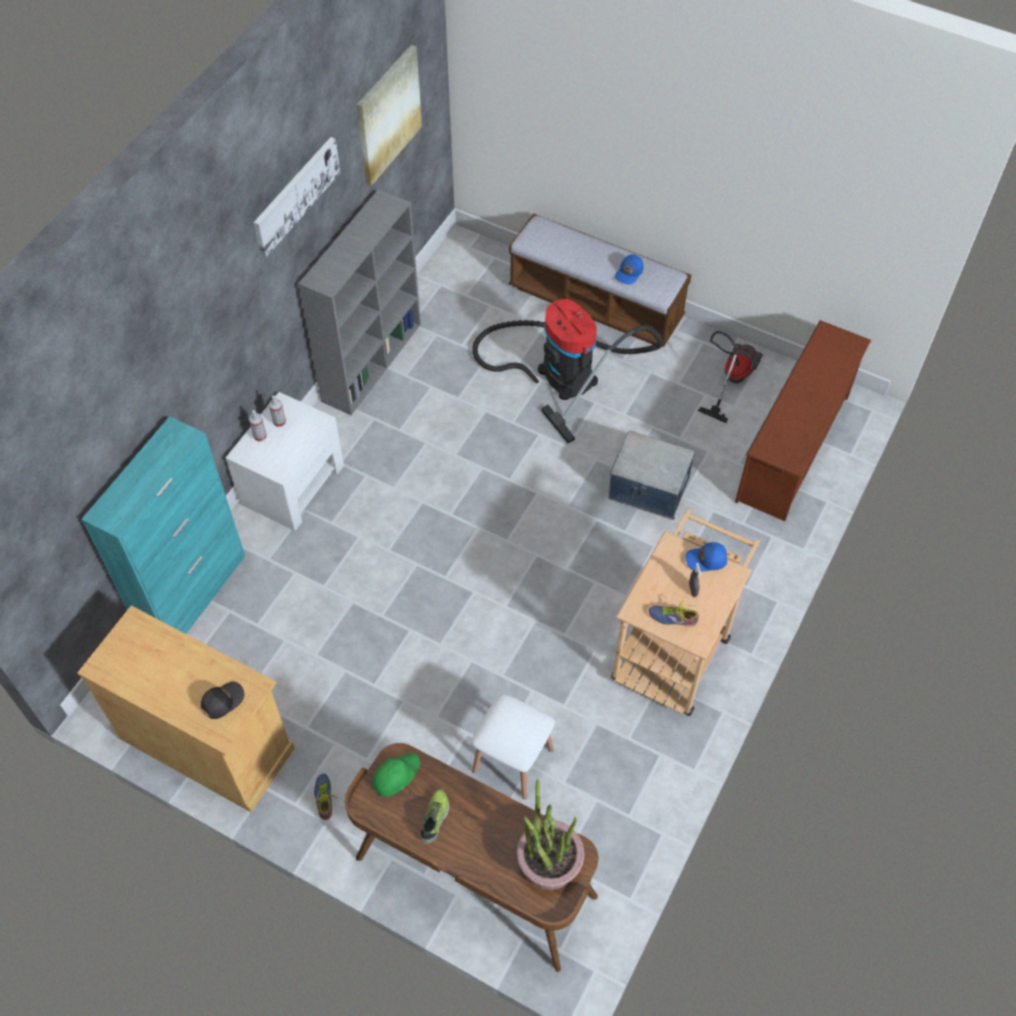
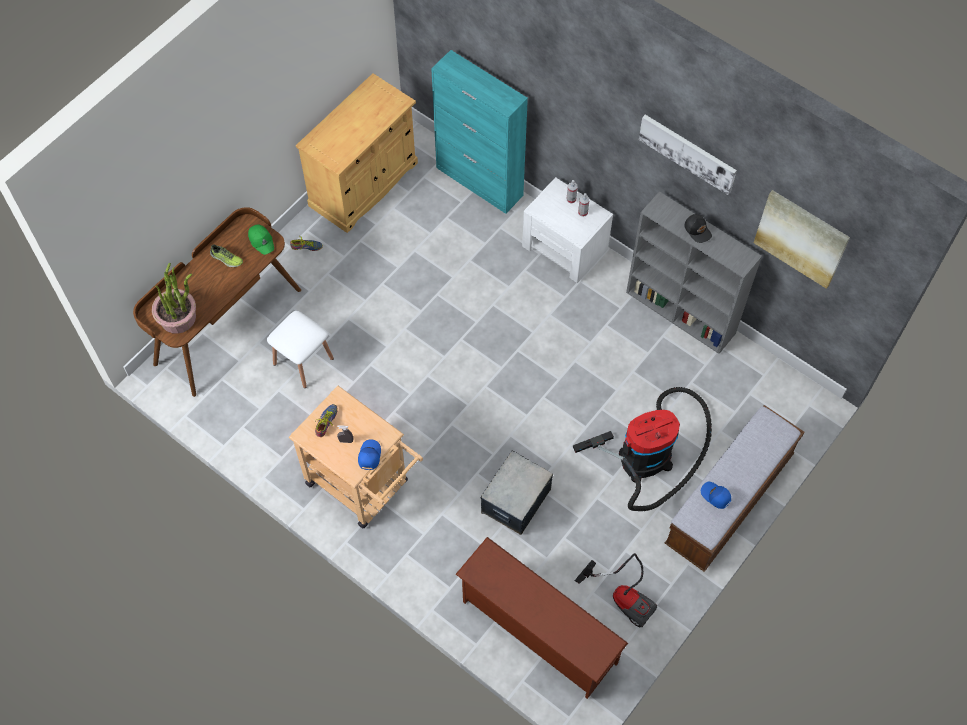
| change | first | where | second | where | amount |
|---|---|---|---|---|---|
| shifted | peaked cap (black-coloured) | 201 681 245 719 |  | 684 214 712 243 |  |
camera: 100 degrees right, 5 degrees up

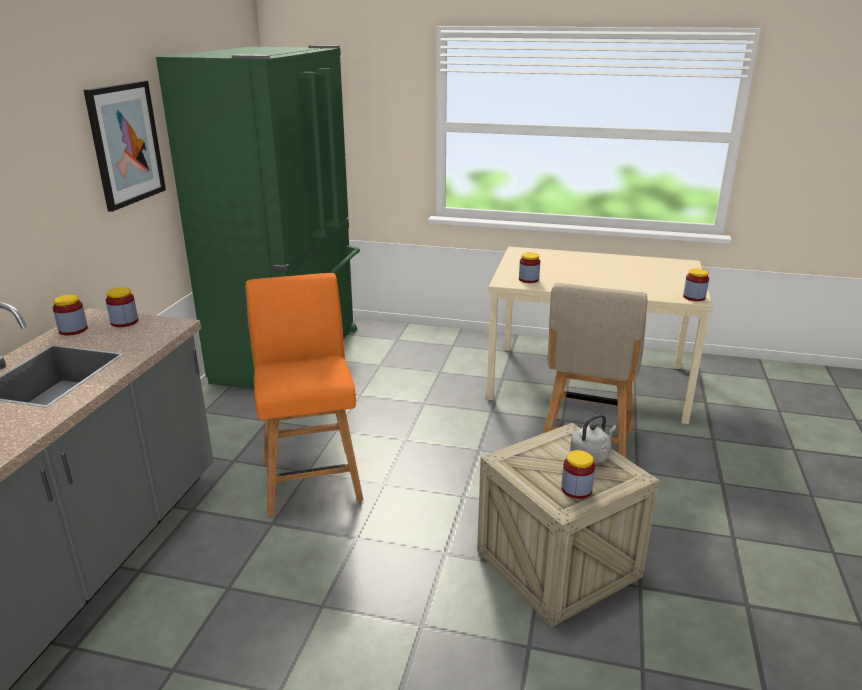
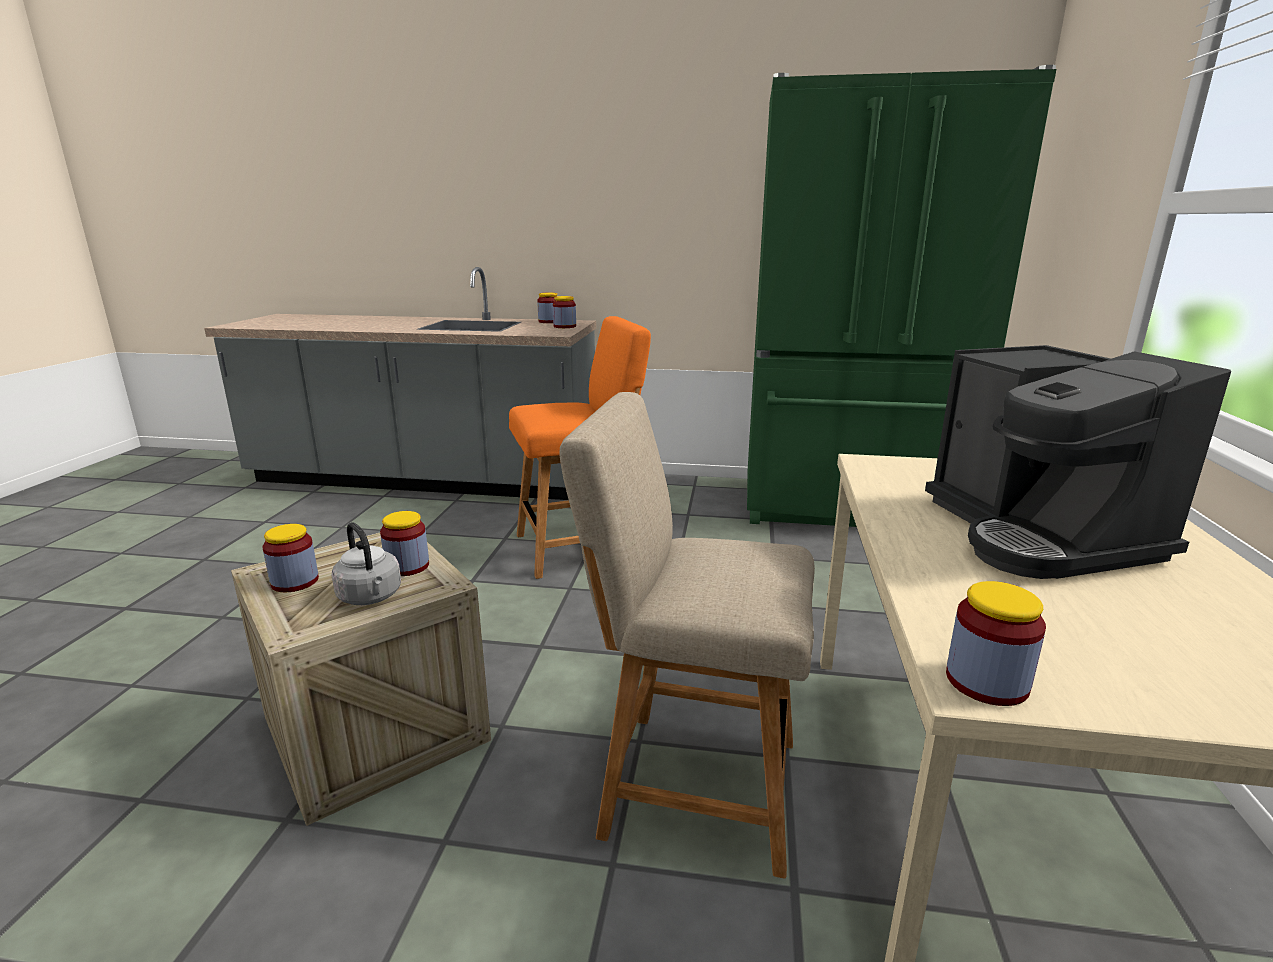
| change | first | where | second | where | amount |
|---|---|---|---|---|---|
| gone | picture | 84 80 166 212 |  |  |  |
| shifted | preserve jar | 519 253 540 283 |  | 380 511 429 576 |  |
| new |  |  | coffee machine | 925 345 1231 579 |  |
camera: 85 degrees right, 5 degrees down

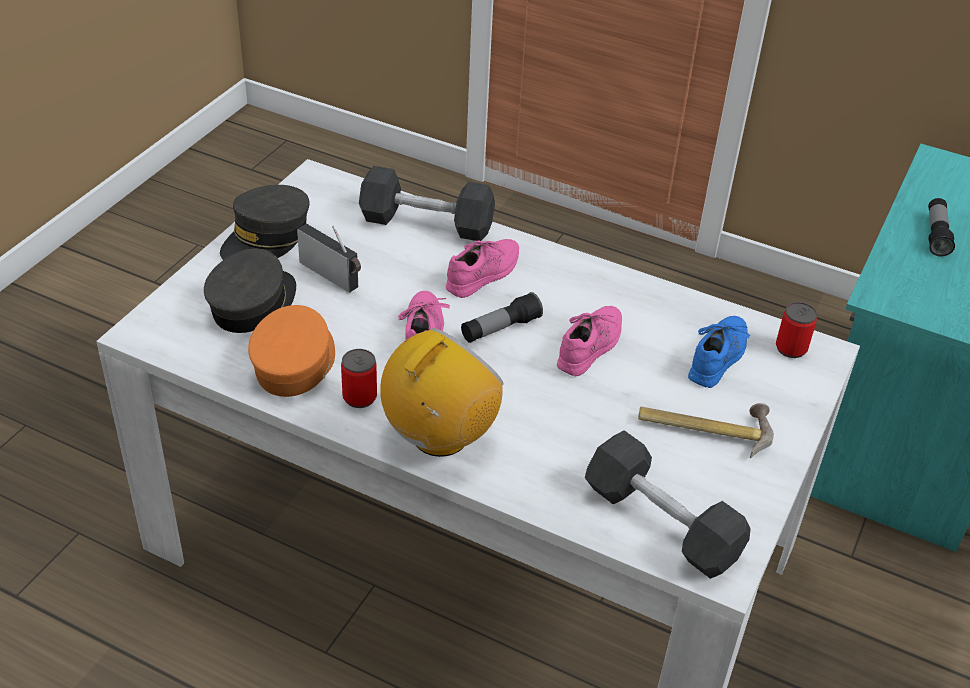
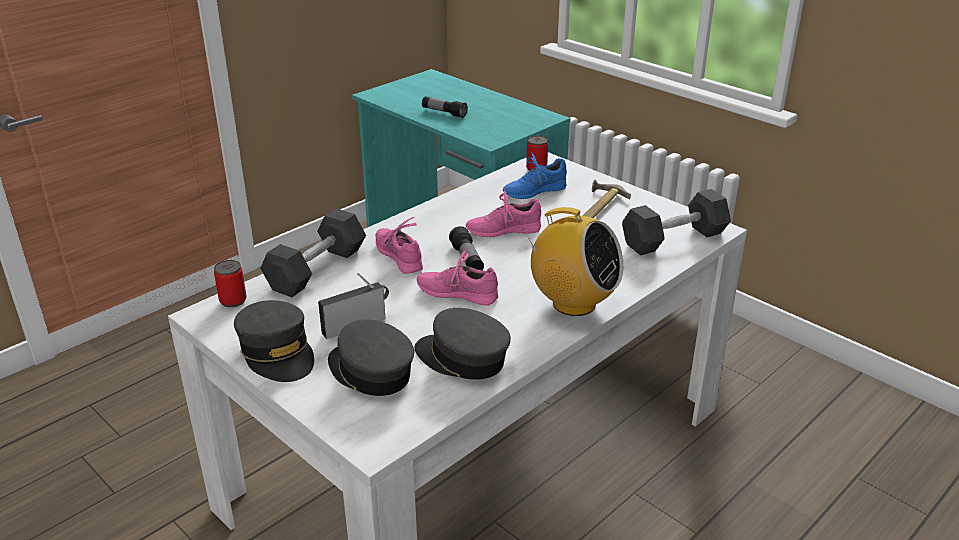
| change | first | where | second | where | amount |
|---|---|---|---|---|---|
| repainted | peaked cap (orangey) | 248 305 335 397 | peaked cap (grey) | 415 308 511 380 |  |
| rotated | shoe (pink-coloured) | 557 306 622 376 |  | 466 188 541 238 | 60 degrees counterclockwise |
| rotated | shoe (blue) | 688 316 750 388 |  | 503 151 567 199 | 75 degrees counterclockwise |
| rotated | radio set | 380 328 504 457 |  | 522 207 623 316 | 150 degrees clockwise |
| shifted | can | 341 349 377 408 |  | 214 260 246 307 |  |
camera: 70 degrees left, 10 degrees down

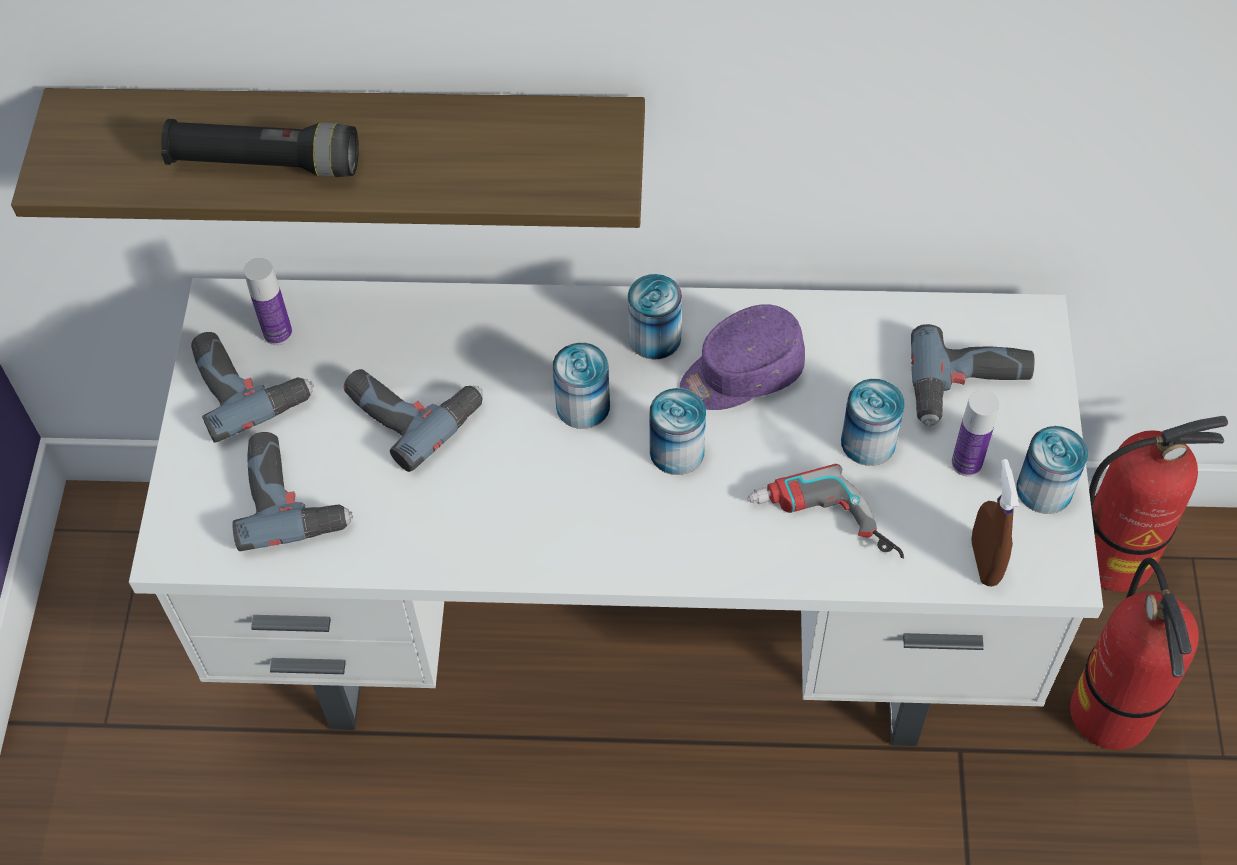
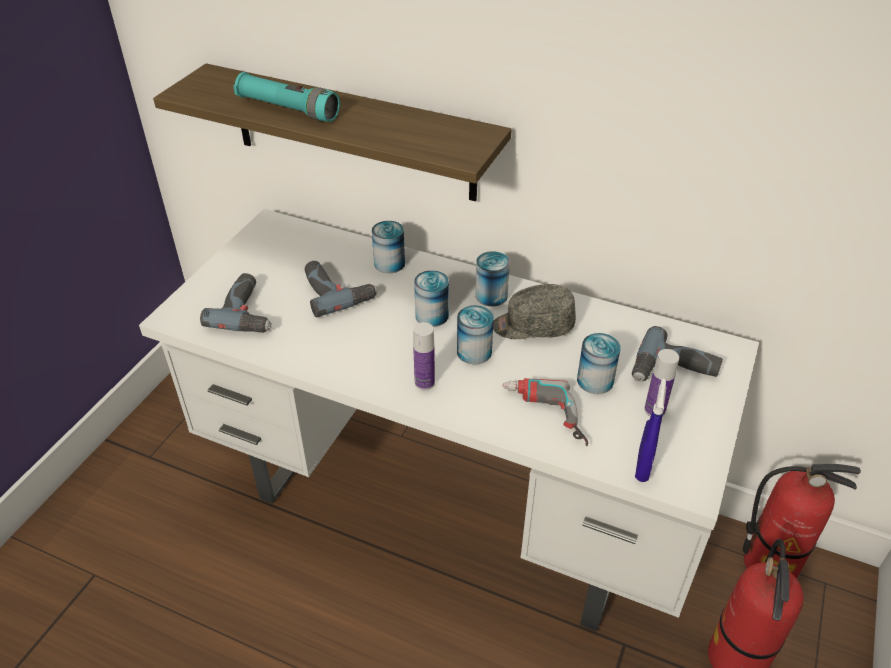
| change | first | where | second | where | amount |
|---|---|---|---|---|---|
| repainted | hand torch (black-coloured) | 161 119 359 177 | hand torch (turquoise) | 233 72 340 122 |  |
| shifted | bottle | 244 258 292 345 |  | 413 322 435 390 |  |
| repainted | peaked cap (purplish) | 680 304 805 410 | peaked cap (grey) | 493 284 576 339 |  |
| gone | power drill | 191 332 314 443 |  |  |  |
| shifted | can | 1016 426 1088 514 |  | 372 221 405 273 |  |
| repainted | spray bottle (brown-coloured) | 971 459 1019 586 | spray bottle (blue) | 635 379 666 482 |  |
camera: 20 degrees right, 15 degrees down

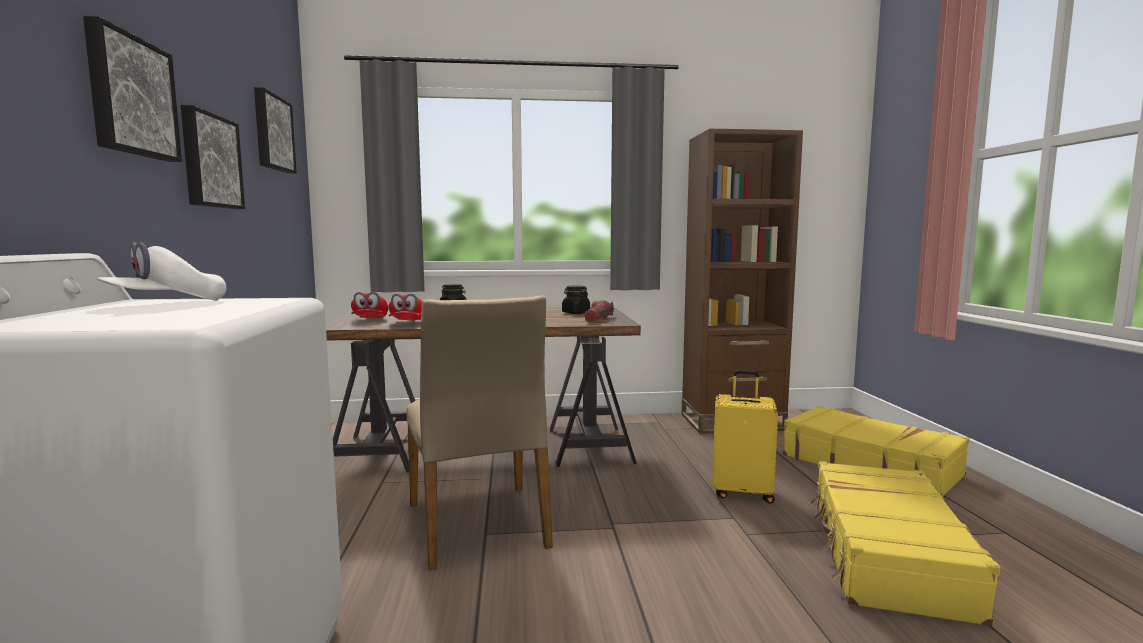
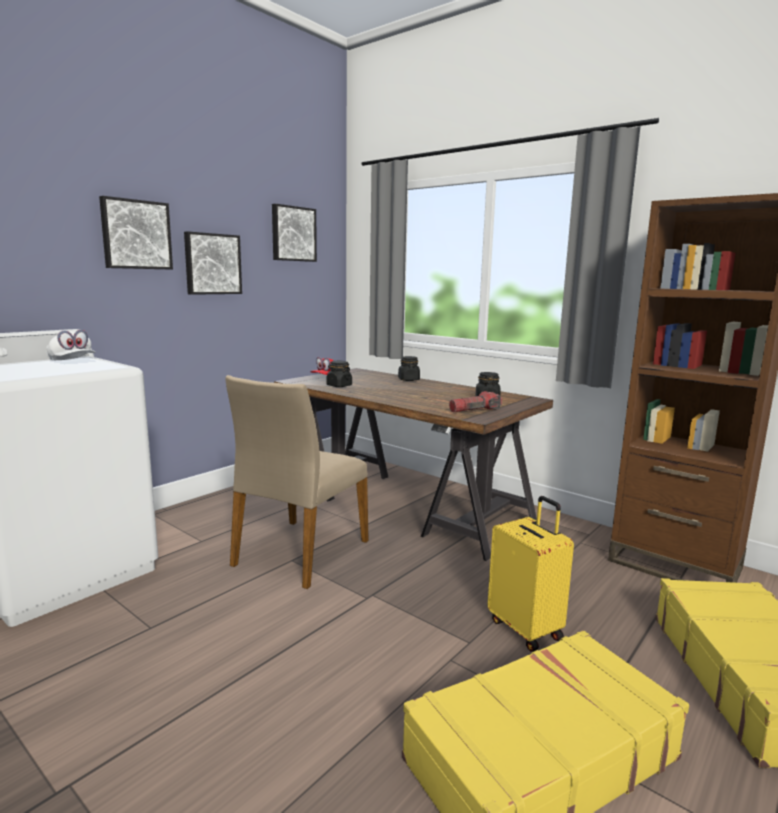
| change | first | where | second | where | amount |
|---|---|---|---|---|---|
| rotated | peaked cap (white-coloured) | 97 242 226 301 |  | 47 330 95 360 | 135 degrees counterclockwise |
| swapped | peaked cap (red) | 388 294 422 320 | preserve jar (black-coloured) | 326 361 352 387 |  |
camera: 45 degrees right, 5 degrees up

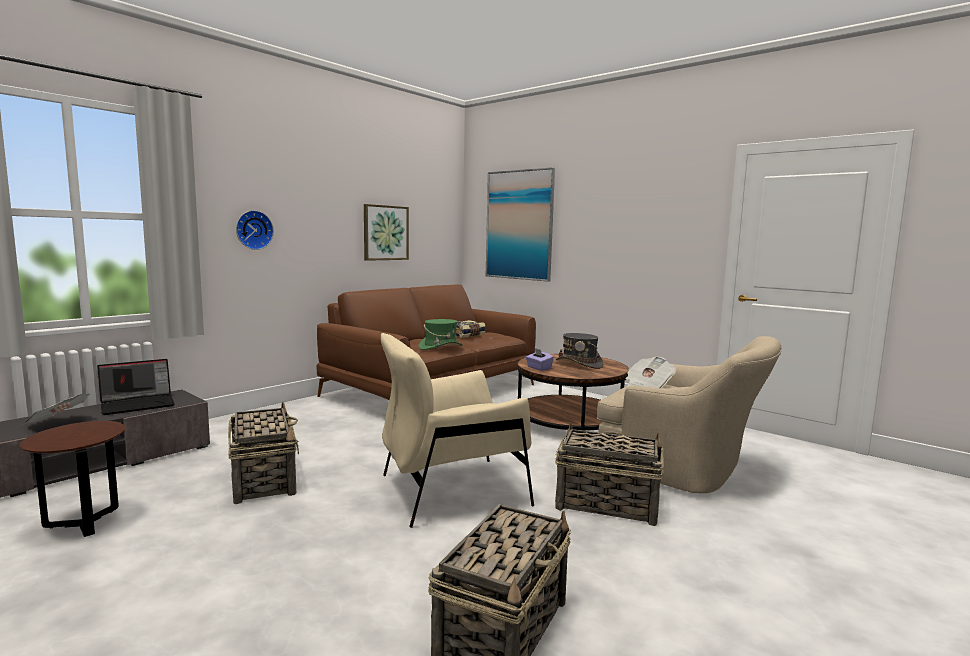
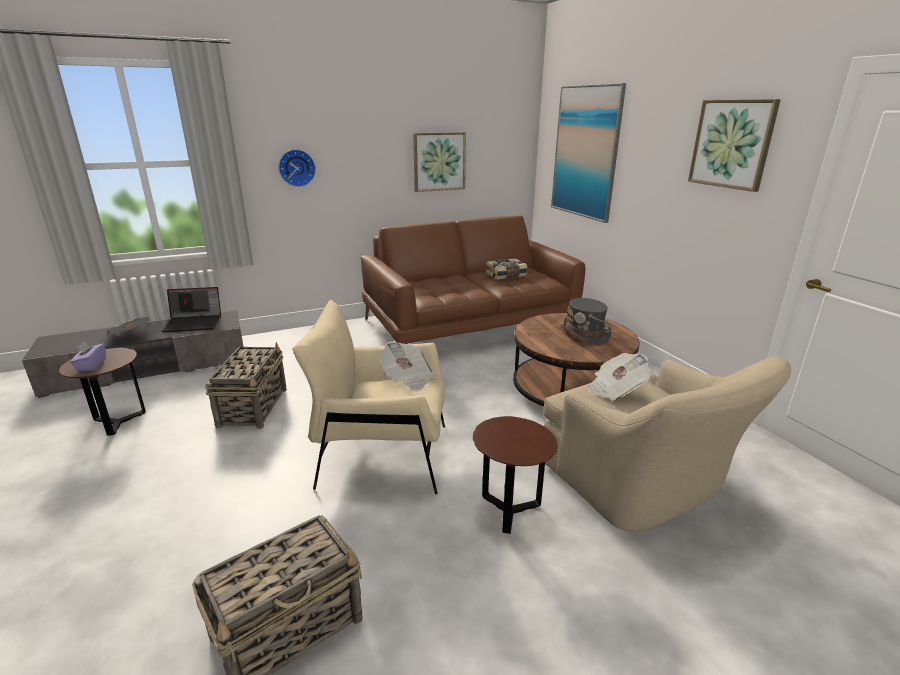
| change | first | where | second | where | amount |
|---|---|---|---|---|---|
| gone | wearable hat (green) | 419 319 463 350 |  |  |  |
| shifted | box of tissues (purplish) | 526 348 554 371 |  | 70 341 106 371 |  |
| swapped | storage basket | 555 422 664 526 | accent table (brown-coloured) | 472 416 558 534 |  |
| new |  |  | picture | 688 99 781 192 |  |
| new |  |  | daily paper | 379 341 435 392 |  |
camera: 25 degrees right, 15 degrees up

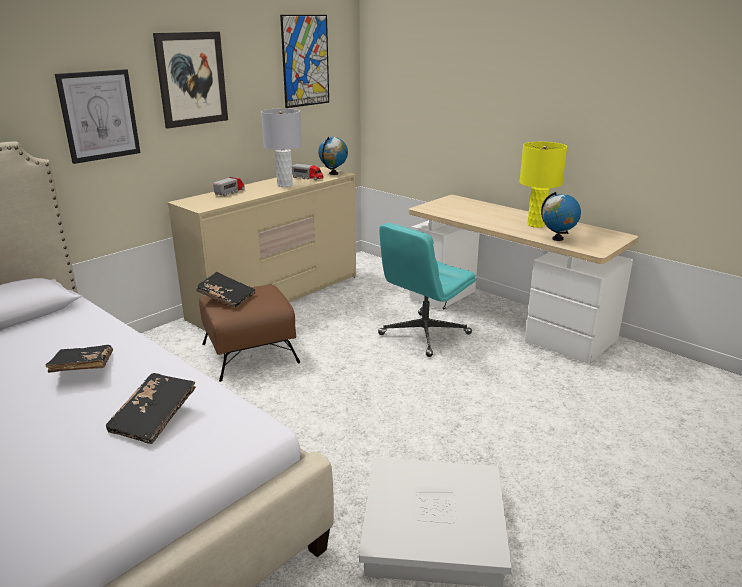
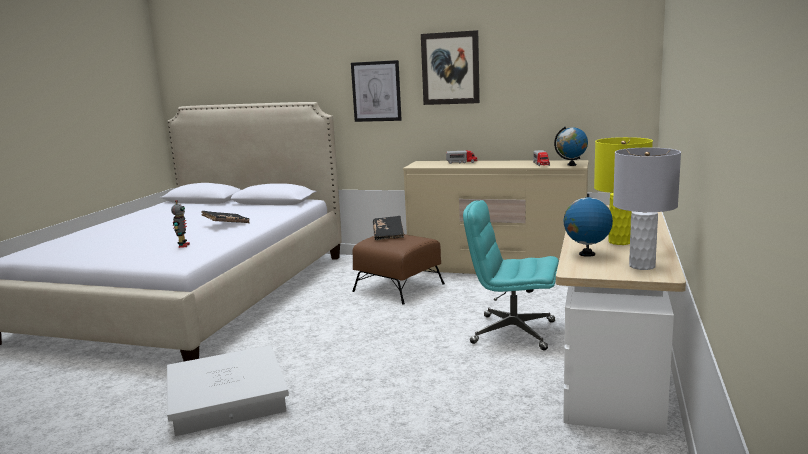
| change | first | where | second | where | amount |
|---|---|---|---|---|---|
| gone | picture | 280 15 329 108 |  |  |  |
| shifted | tabletop lamp (grey) | 261 108 302 187 |  | 613 148 681 270 |  |
| swapped | bound book (black-coloured) | 106 373 196 444 | toy robot | 171 200 190 248 |  |
camera: 65 degrees right, 10 degrees down

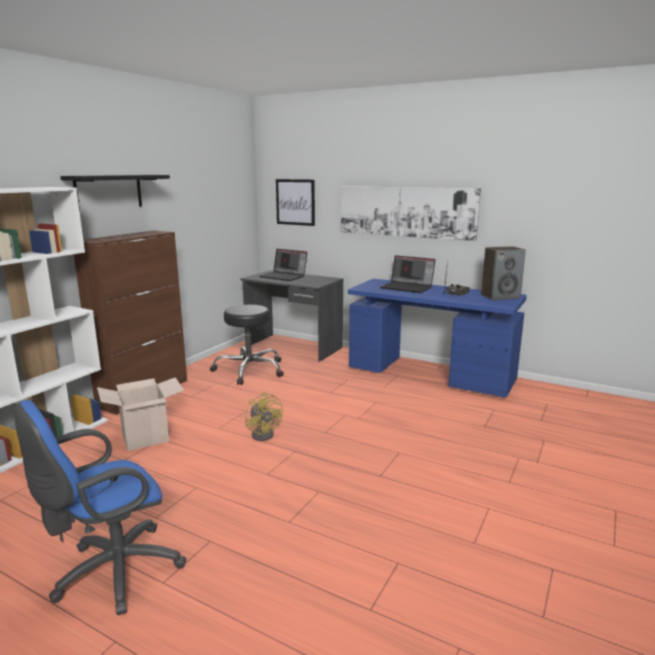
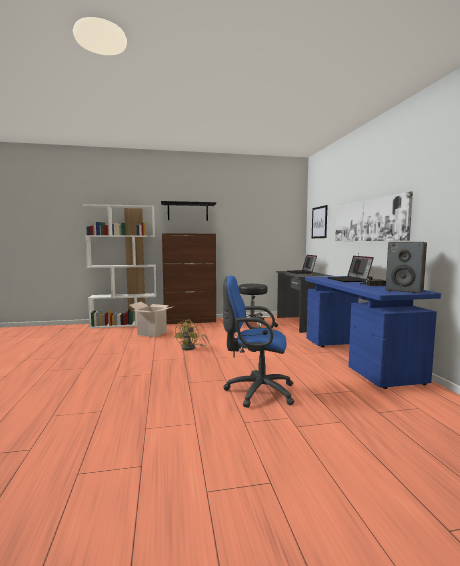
| change | first | where | second | where | amount |
|---|---|---|---|---|---|
| shifted | desk chair (blue) | 14 400 186 615 |  | 223 275 295 408 |  |
camera: 50 degrees right, 10 degrees down

